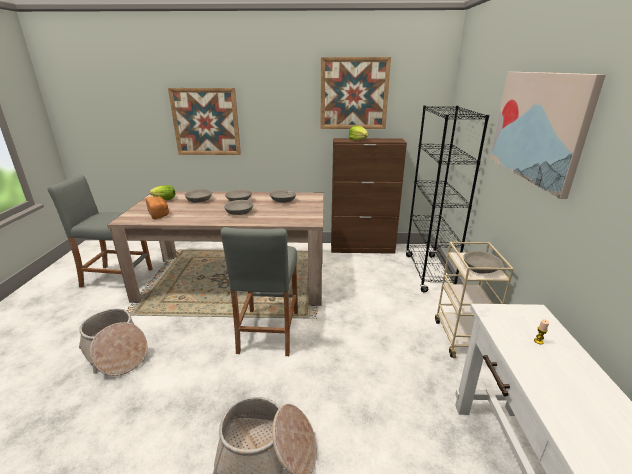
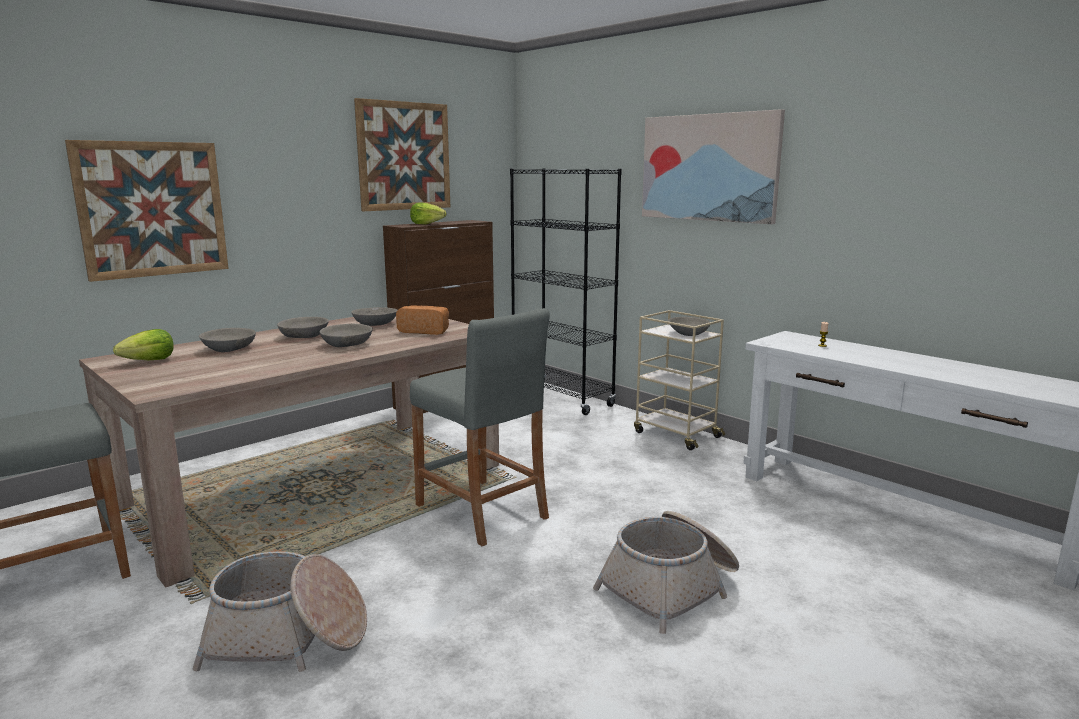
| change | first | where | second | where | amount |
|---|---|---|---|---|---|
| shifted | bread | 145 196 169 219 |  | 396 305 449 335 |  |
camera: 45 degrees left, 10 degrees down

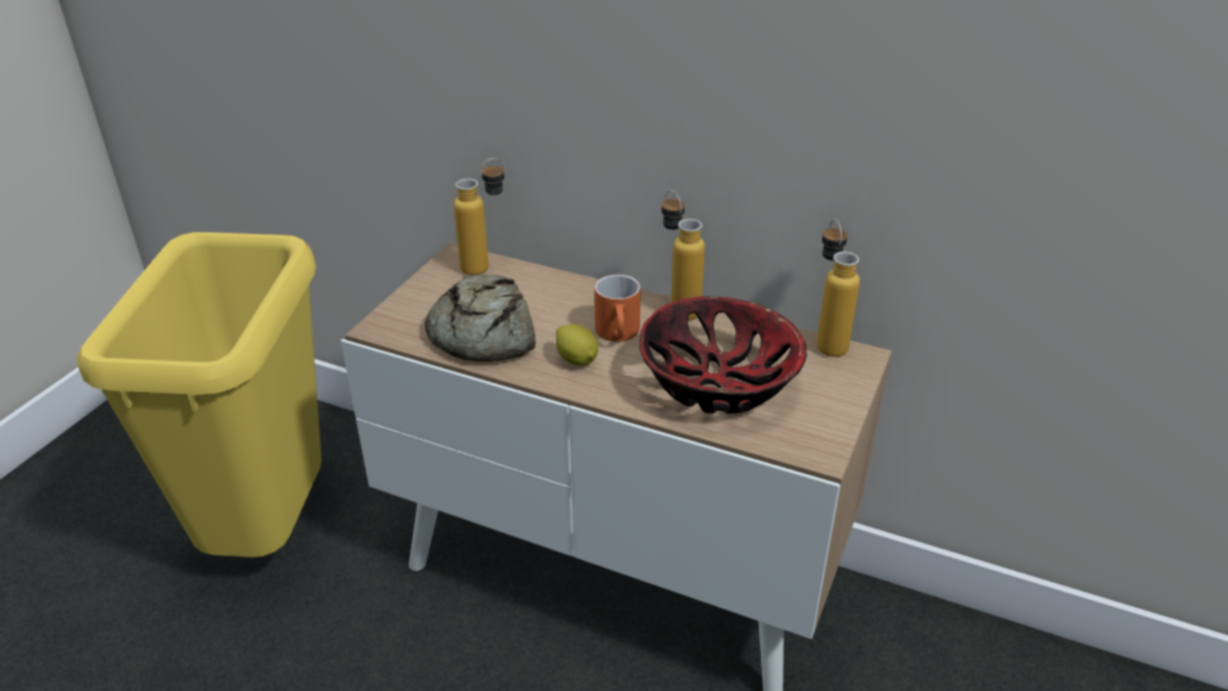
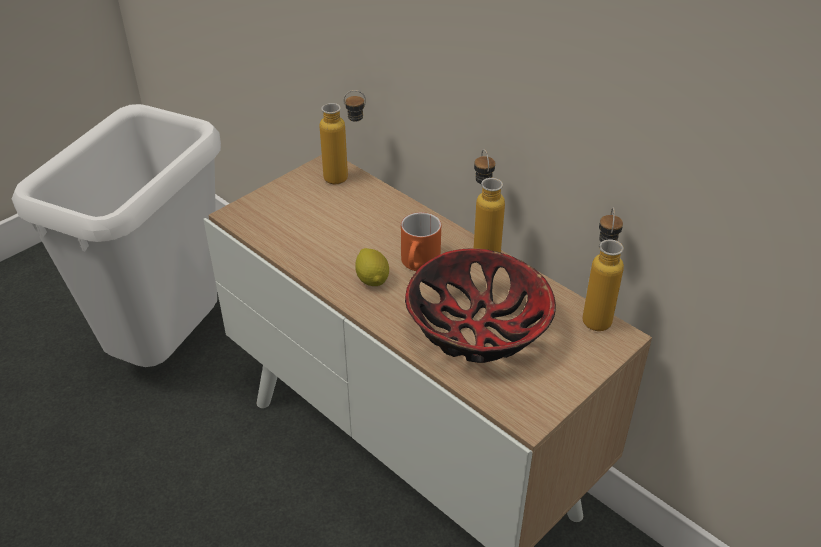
| change | first | where | second | where | amount |
|---|---|---|---|---|---|
| repainted | waste bin (yellowish) | 76 232 322 557 | waste bin (white-coloured) | 12 104 221 367 |  |
| gone | bread | 425 275 536 361 |  |  |  |
camera: 20 degrees right, 5 degrees up

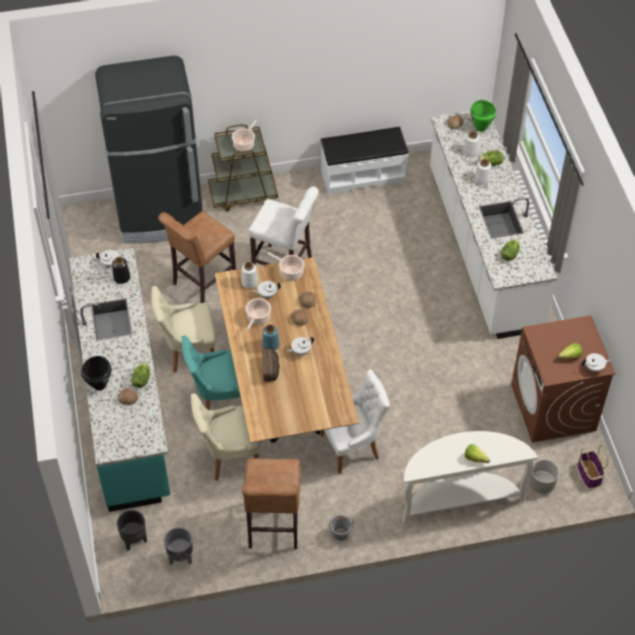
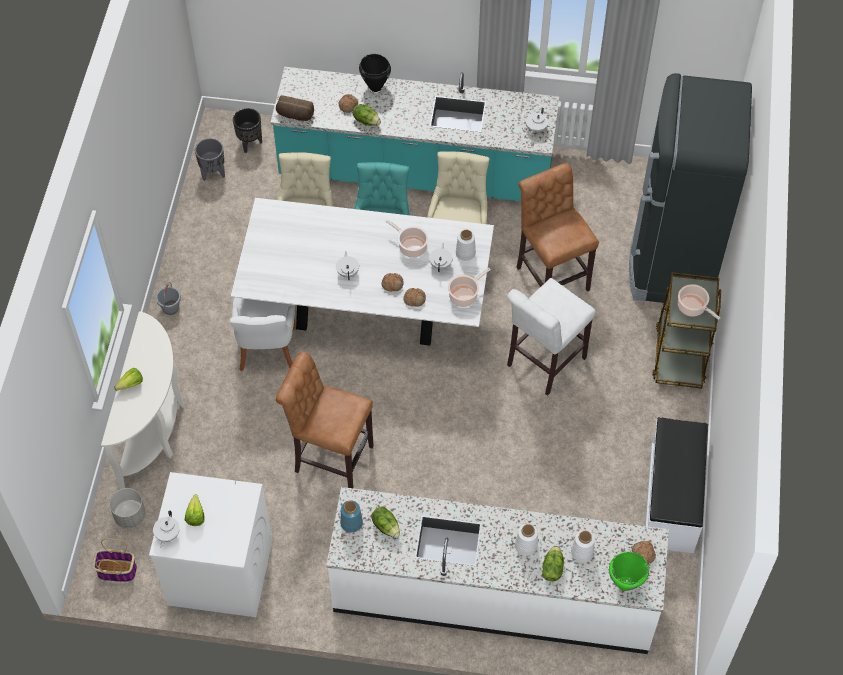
| change | first | where | second | where | amount |
|---|---|---|---|---|---|
| gone | decorative vase (black-coloured) | 112 257 130 284 |  |  |  |
| repainted | dinner table (brown-coloured) | 215 257 359 443 | dinner table (white-coloured) | 231 198 494 345 |  |
| repainted | laundry appliance (brown-coloured) | 511 315 616 443 | laundry appliance (white-coloured) | 149 472 272 617 |  |
| shifted | decorative vase (blue) | 262 324 279 350 |  | 340 501 363 533 |  |
| shifted | bread | 262 348 280 382 |  | 276 95 314 121 |  |
| shifted | stool (brown-coloured) | 242 458 301 549 |  | 276 352 374 488 |  |
camera: 110 degrees right, 5 degrees up

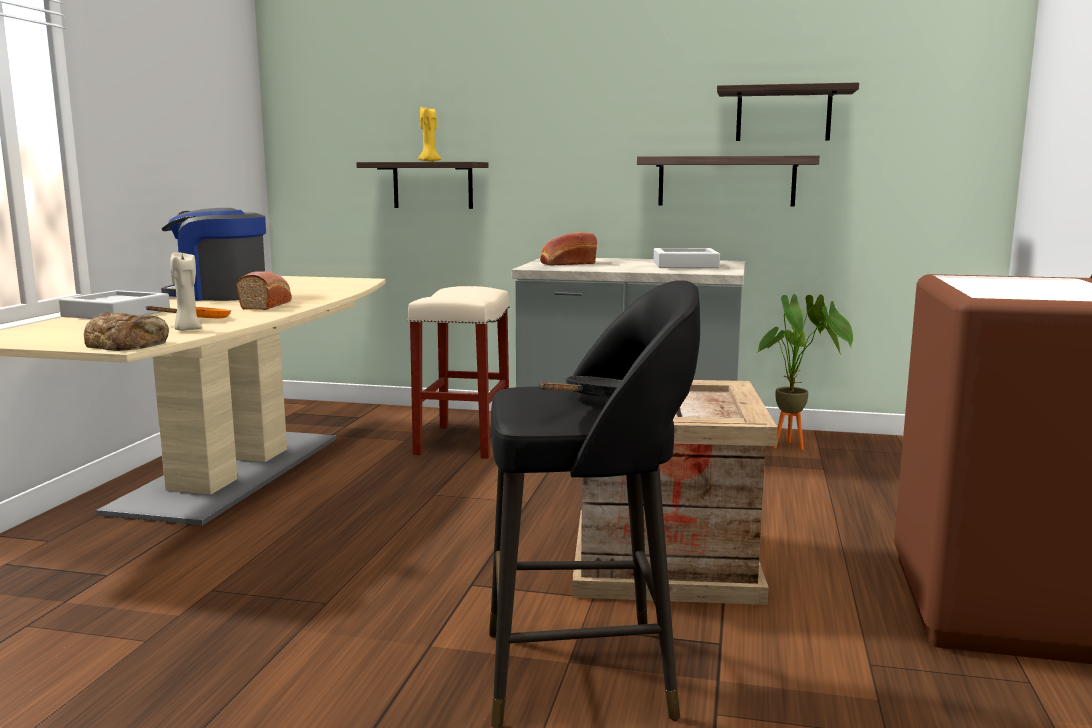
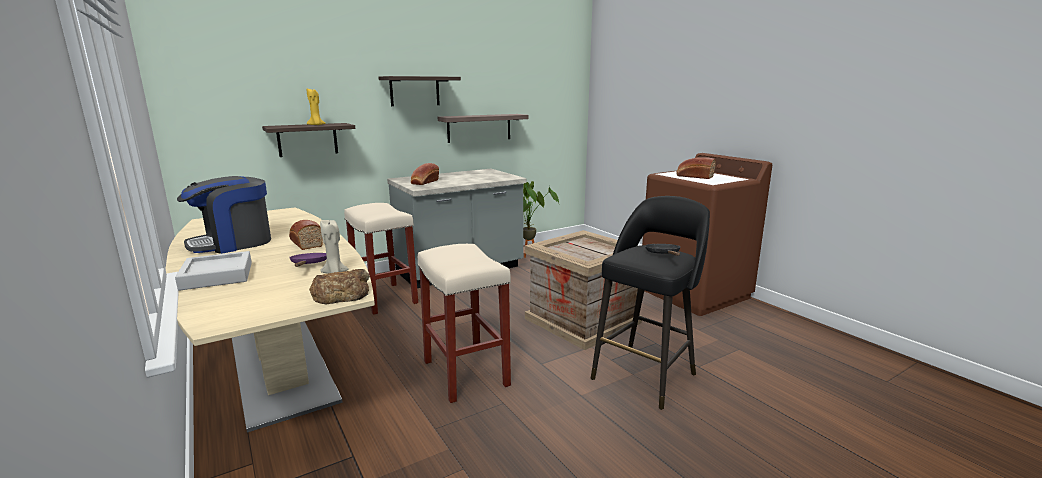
| change | first | where | second | where | amount |
|---|---|---|---|---|---|
| shifted | bracket shelf | 717 82 859 141 |  | 378 76 461 106 |  |
| gone | serving tray (grey) | 654 248 720 268 |  |  |  |
| repainted | pan (orangey) | 146 306 231 318 | pan (purplish) | 290 253 327 267 |  |
| new |  |  | bread | 676 157 716 179 |  |
| new |  |  | stool (beige) | 417 244 511 403 |  |
camera: 45 degrees left, 5 degrees up

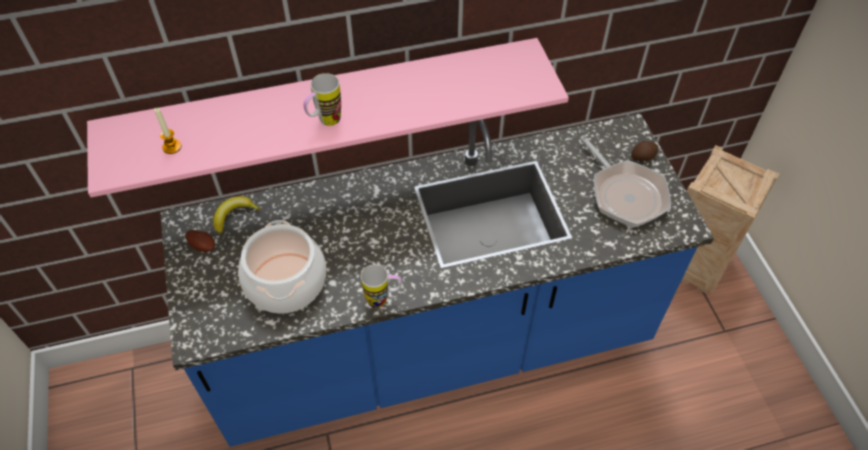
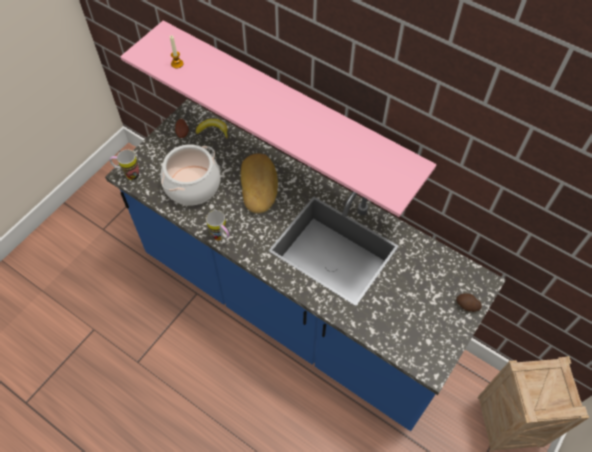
| change | first | where | second | where | amount |
|---|---|---|---|---|---|
| shifted | tea mug | 304 73 341 126 |  | 110 150 139 180 |  |
| gone | pan | 580 135 671 227 |  |  |  |
| new |  |  | bread | 241 153 278 214 |  |
camera: 50 degrees right, 5 degrees up

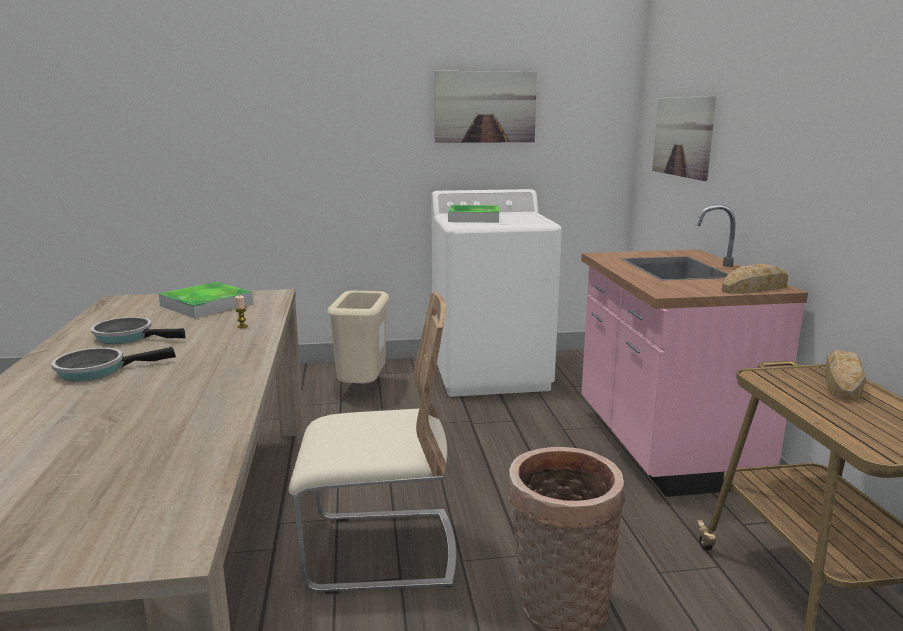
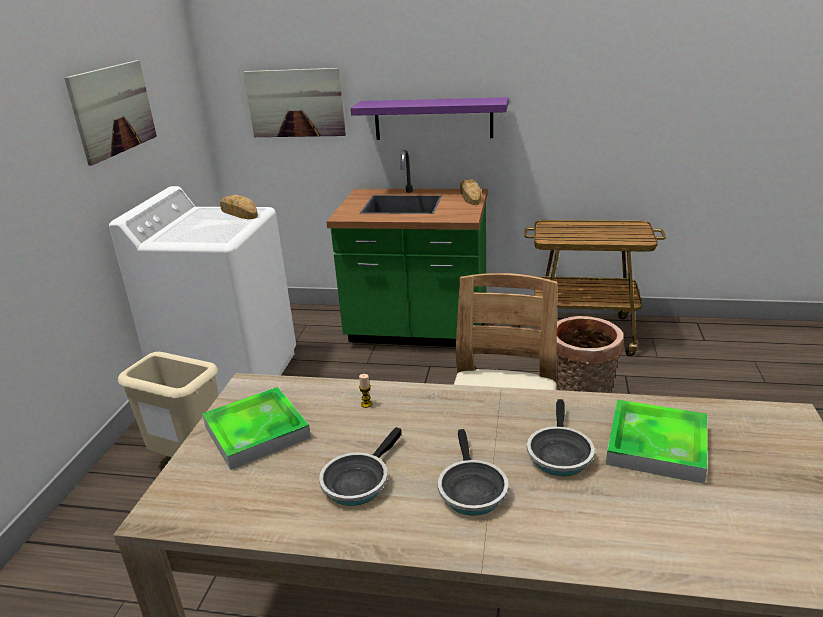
| change | first | where | second | where | amount |
|---|---|---|---|---|---|
| repainted | kitchen base unit (pink-coloured) | 581 204 808 497 | kitchen base unit (green) | 326 150 488 347 |  |
| shifted | serving tray | 448 205 499 222 |  | 606 399 707 484 |  |
| shifted | bread | 824 350 866 401 |  | 220 194 258 219 |  |
| new |  |  | bracket shelf (purplish) | 351 97 508 140 |  |
| new |  |  | pan | 527 399 595 476 |  |
camera: 70 degrees left, 10 degrees up

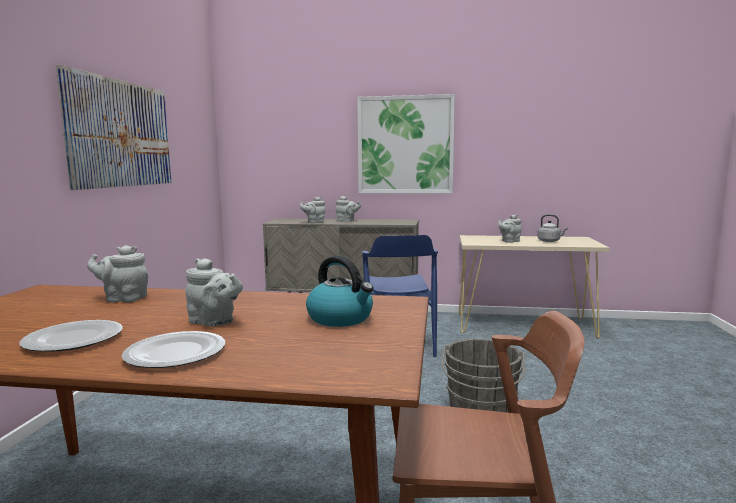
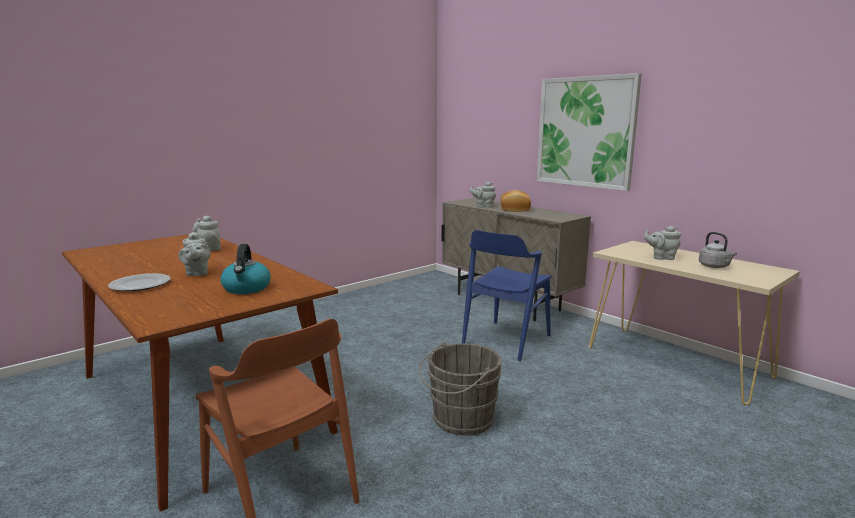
| change | first | where | second | where | amount |
|---|---|---|---|---|---|
| gone | picture | 56 65 171 190 |  |  |  |
| swapped | teapot (grey) | 335 196 361 222 | bread | 500 190 531 212 |  |
| gone | plate | 19 320 123 352 |  |  |  |
camera: 40 degrees right, 5 degrees up

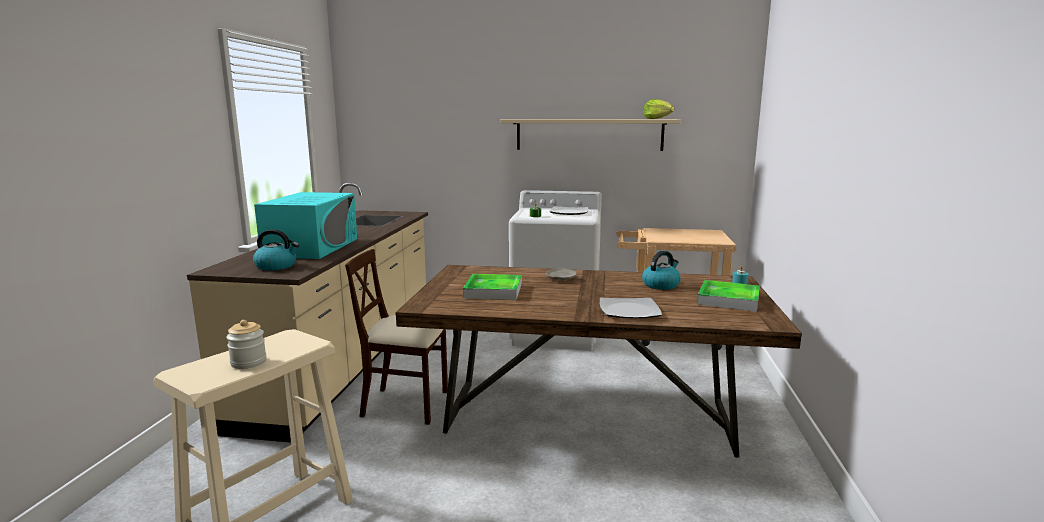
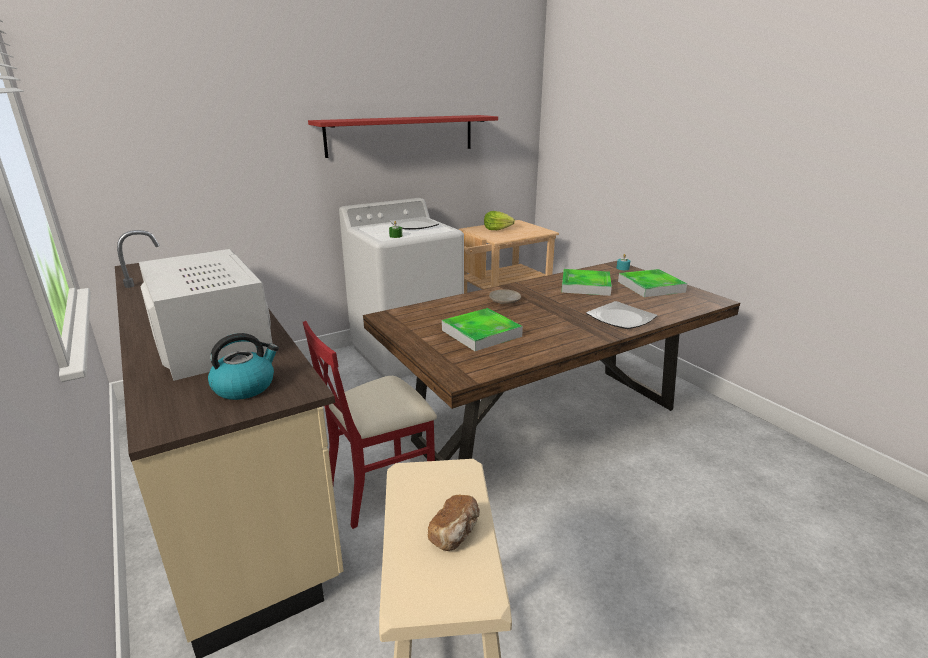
| change | first | where | second | where | amount |
|---|---|---|---|---|---|
| shifted | head of lettuce | 643 99 674 119 |  | 484 211 515 230 |  |
| repainted | bracket shelf (beige) | 501 119 681 151 | bracket shelf (red) | 308 115 498 158 |  |
| repainted | kitchen microwave (turquoise) | 254 192 357 259 | kitchen microwave (white-coloured) | 139 249 273 381 |  |
| repainted | plain chair (beige) | 345 249 448 425 | plain chair (red) | 303 321 437 529 |  |
| swapped | tea kettle | 642 251 681 290 | serving tray | 561 269 612 296 |  |
| swapped | preserve jar | 226 320 267 369 | bread | 428 495 480 551 |  |
camera: 40 degrees left, 10 degrees up

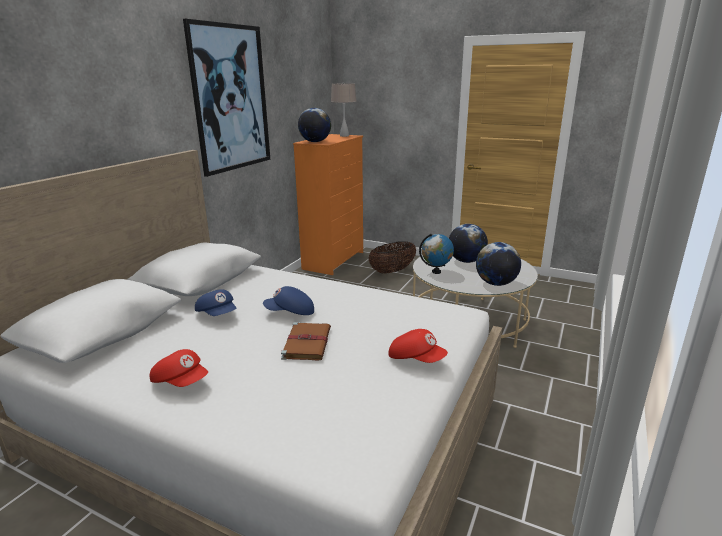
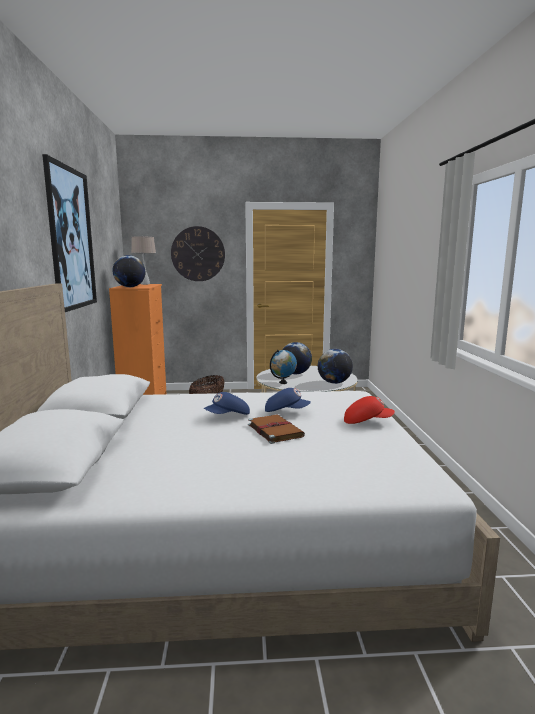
| change | first | where | second | where | amount |
|---|---|---|---|---|---|
| shifted | peaked cap (blue) | 195 289 237 316 |  | 265 388 311 412 |  |
| gone | peaked cap (red) | 150 349 208 387 |  |  |  |
| new |  |  | wall clock | 171 226 225 281 |  |
camera: 30 degrees left, 10 degrees down

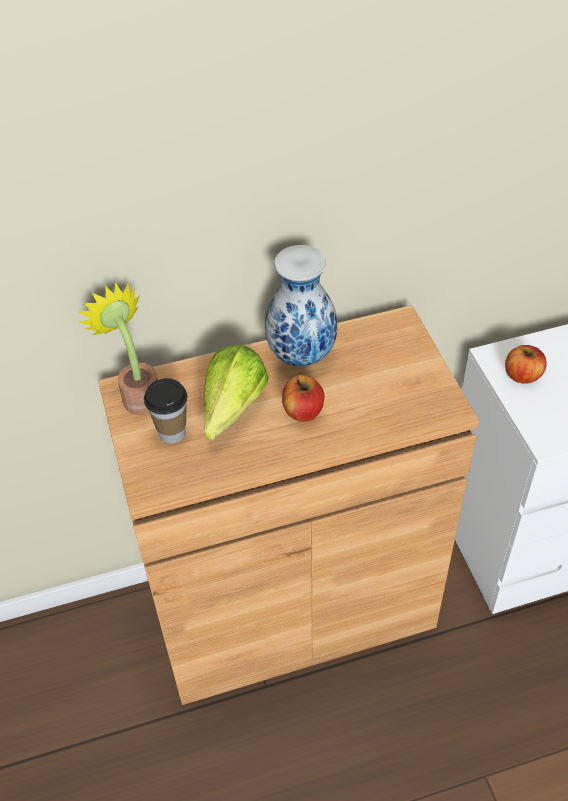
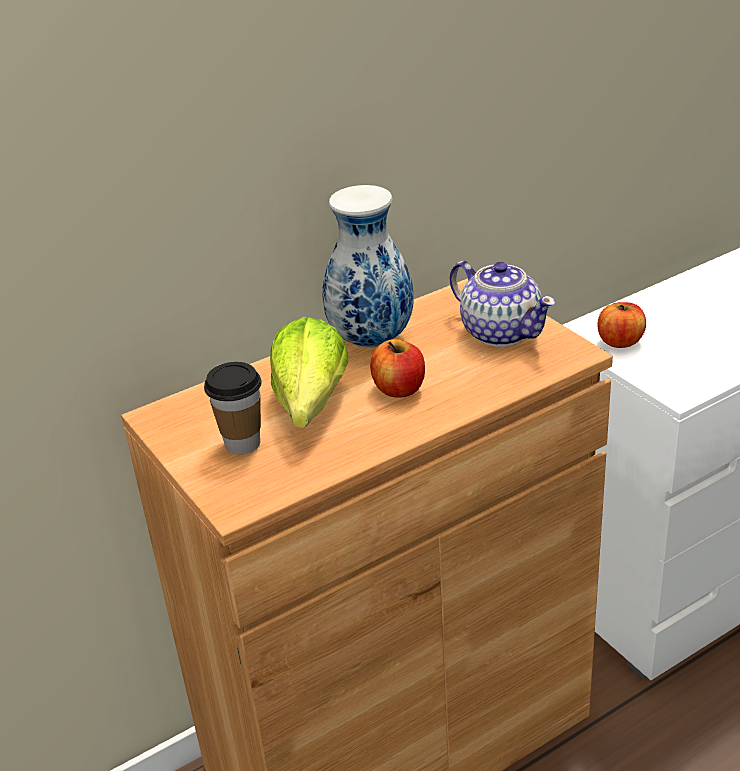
| change | first | where | second | where | amount |
|---|---|---|---|---|---|
| gone | potted plant | 79 282 158 415 |  |  |  |
| new |  |  | teapot | 450 261 556 347 |  |
camera: 15 degrees left, 15 degrees down

